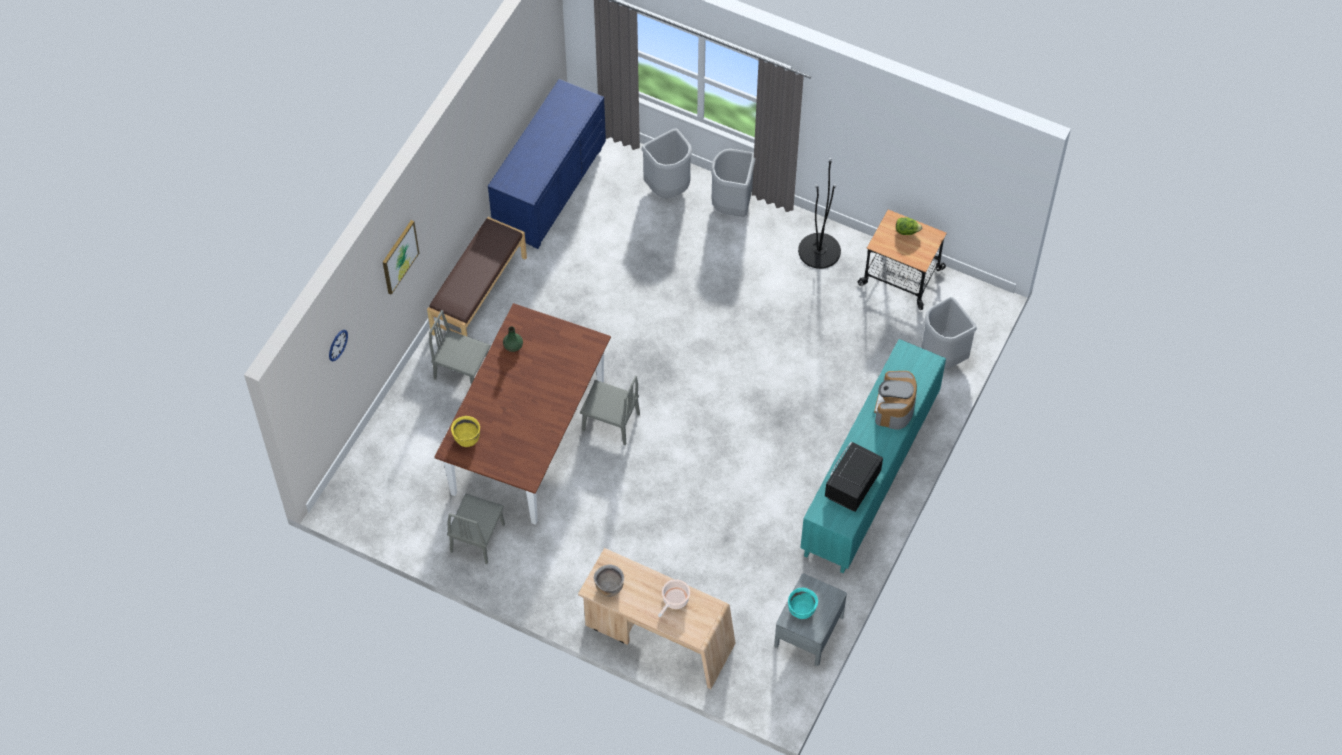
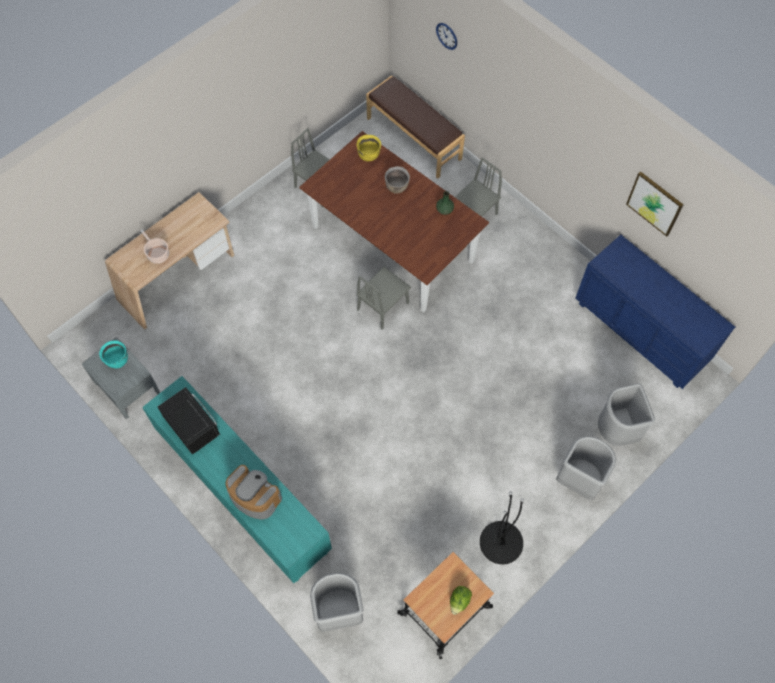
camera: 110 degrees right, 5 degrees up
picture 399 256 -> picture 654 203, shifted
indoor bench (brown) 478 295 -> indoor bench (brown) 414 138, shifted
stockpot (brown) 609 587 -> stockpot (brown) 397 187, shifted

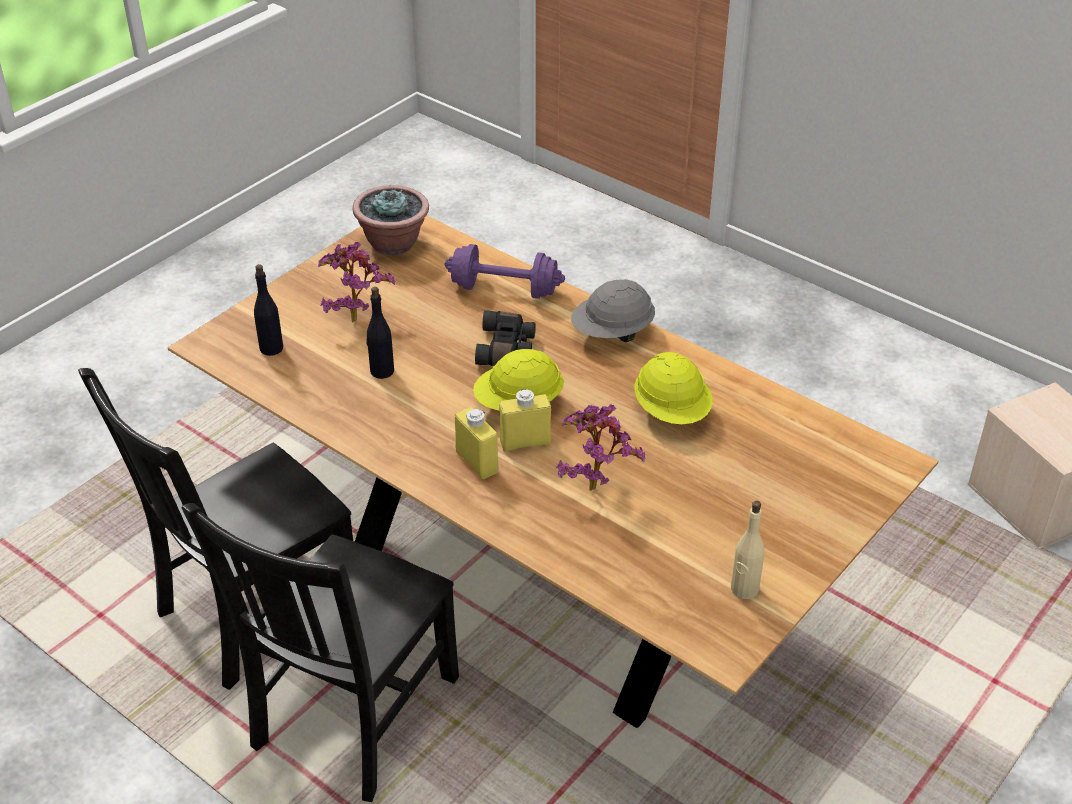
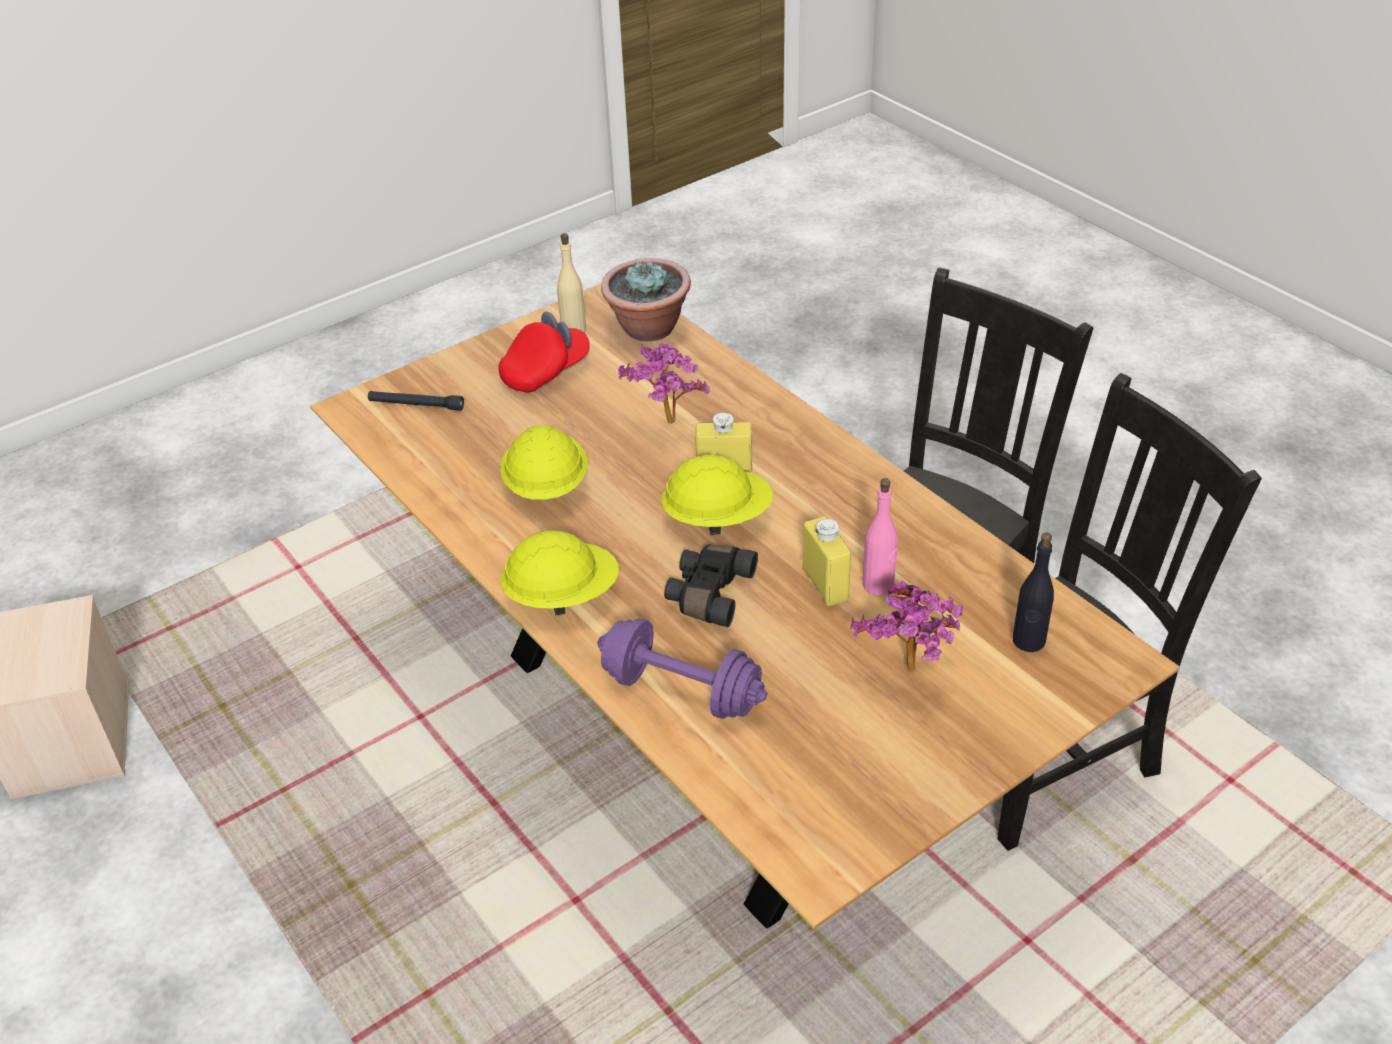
camera: 165 degrees left, 0 degrees up
none -> hand torch (black) 416 405
none -> peaked cap (red) 545 372
houseplant 393 244 -> houseplant 648 329, shifted
drink bottle (yellow-coloured) 477 462 -> drink bottle (yellow-coloured) 825 584, shifted
drink bottle (black) 381 371 -> drink bottle (pink) 878 585
work helmet (grey) 612 333 -> work helmet (yellow-coloured) 562 596

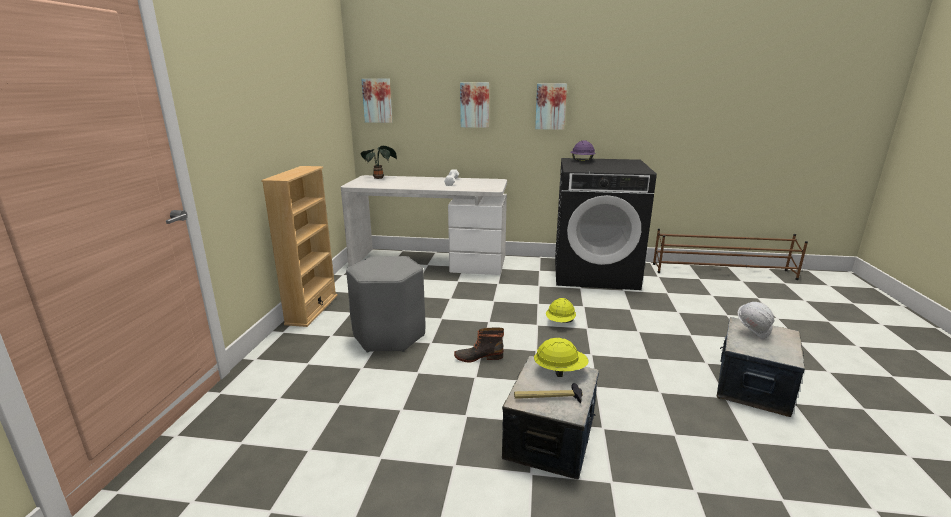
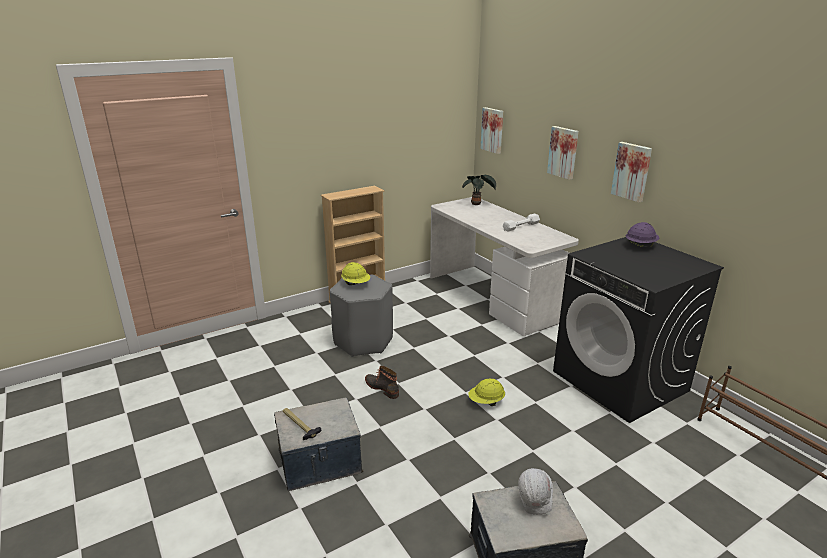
camera: 50 degrees right, 5 degrees up
work helmet (yellow-coloured) 560 371 -> work helmet (yellow-coloured) 356 284, shifted

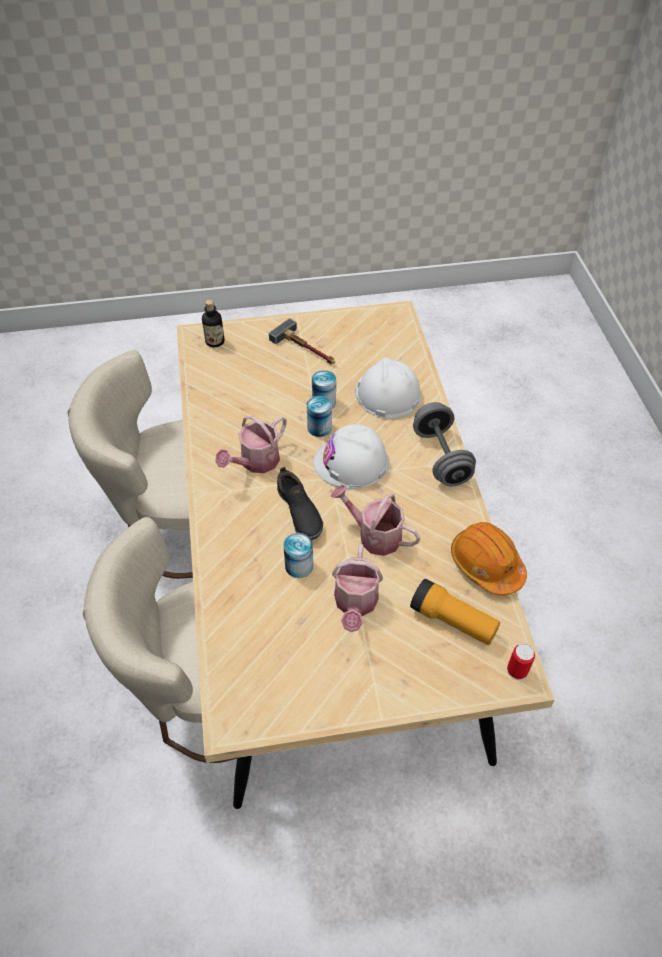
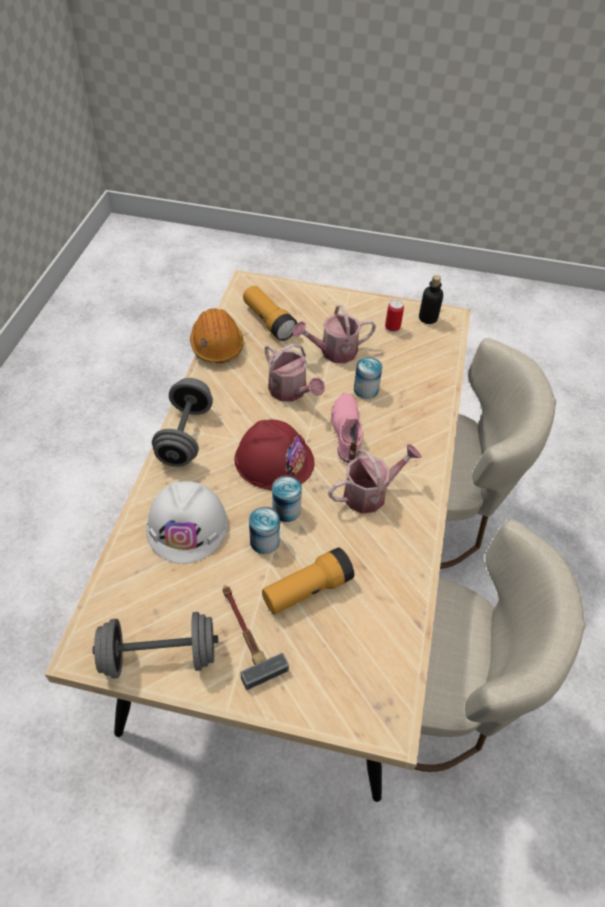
camera: 160 degrees left, 0 degrees up
none -> dumbbell (grey) 159 656
none -> hand torch 307 590
drink bottle 215 341 -> drink bottle 428 318, shifted
metal can 517 670 -> metal can 392 328, shifted
low shoe (black) 299 512 -> low shoe (pink) 347 431
work helmet (whitish) 351 462 -> work helmet (red) 274 460
watering can 355 604 -> watering can 333 352, 135 degrees counterclockwise

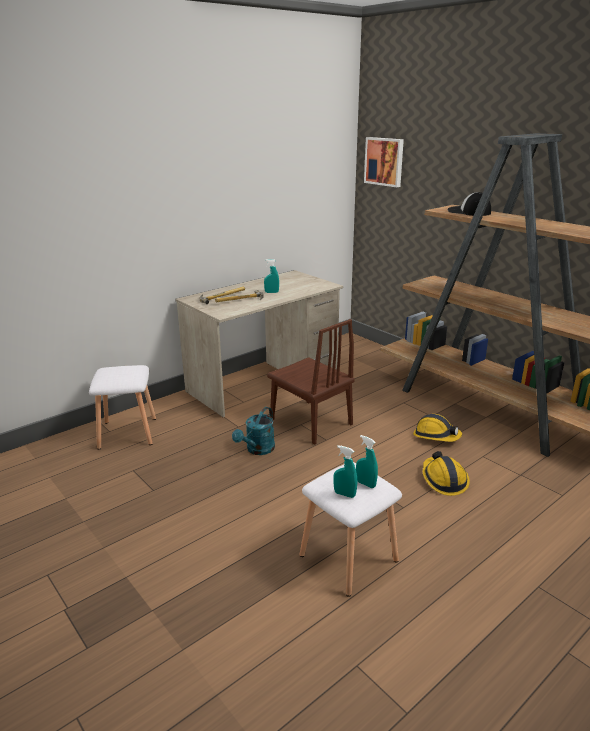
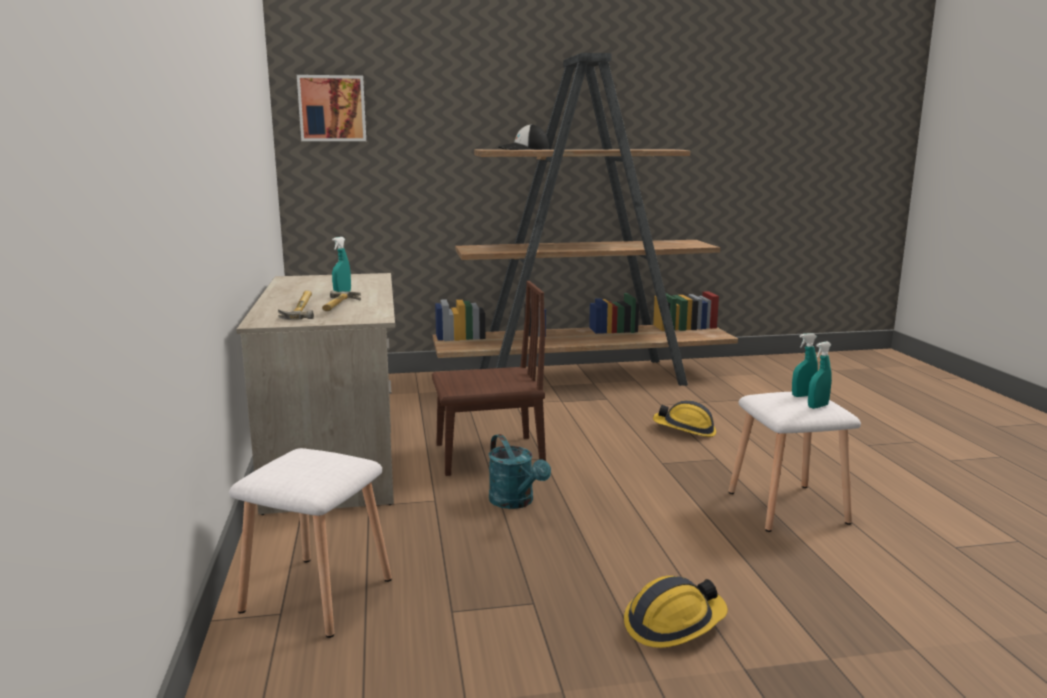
camera: 60 degrees left, 10 degrees down
work helmet 436 436 -> work helmet 673 624, shifted

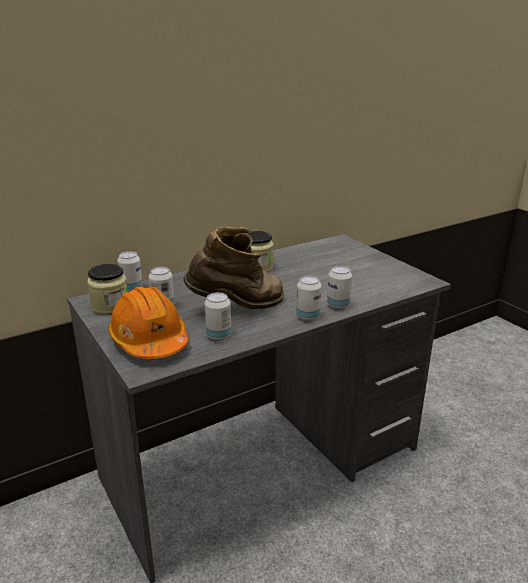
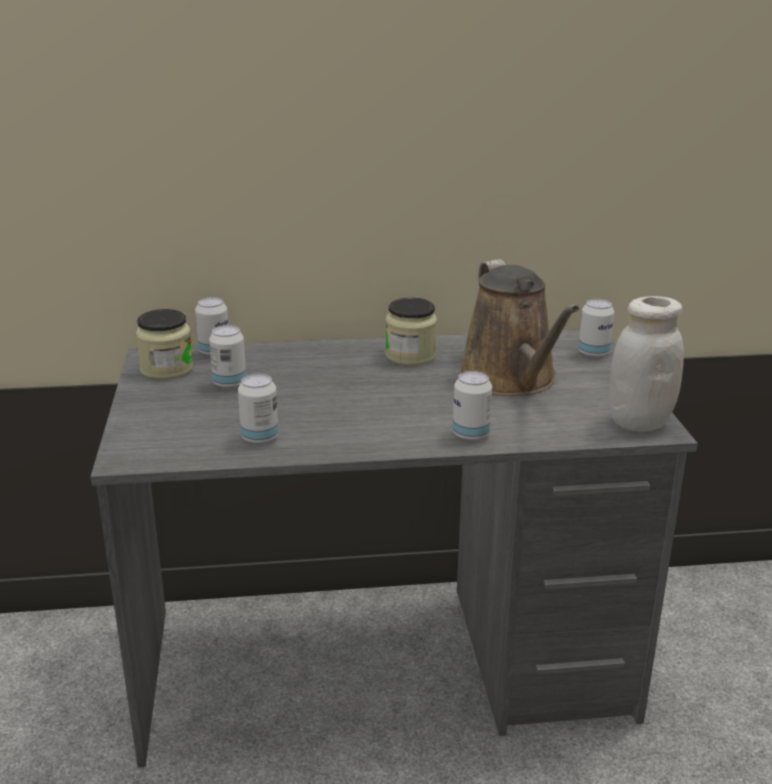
camera: 25 degrees right, 0 degrees up
work helmet (orange) 149 341 -> none
tall boot (brown) 238 308 -> none
none -> watering can (brown) 511 380
none -> storage jar (whitish) 639 422
metal can 308 317 -> metal can 593 353, shifted

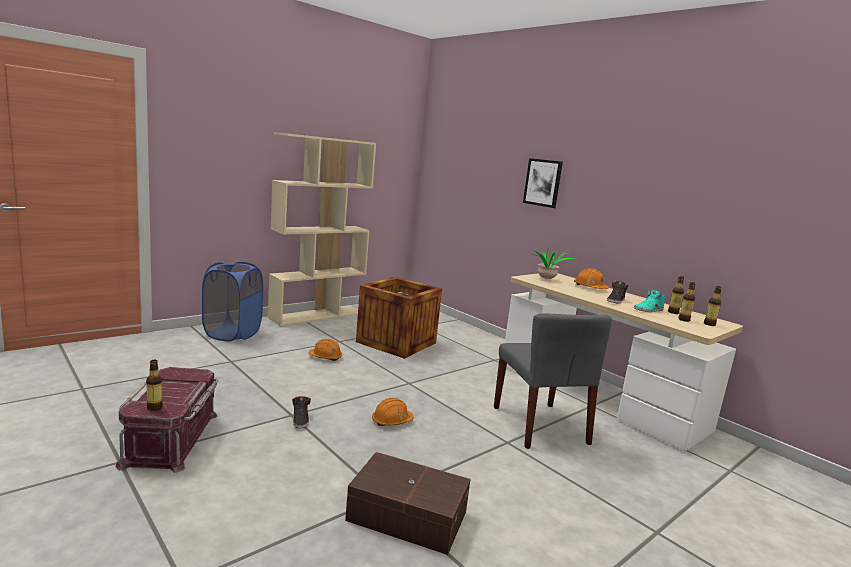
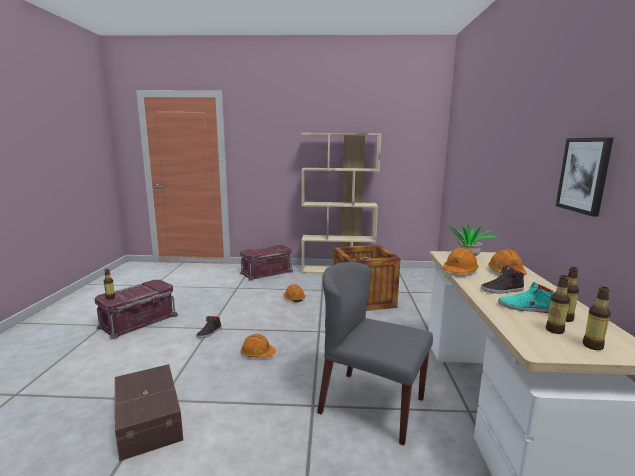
camera: 45 degrees right, 0 degrees up
none -> work helmet (orange) 459 271
picture 543 182 -> picture 584 175, shifted
hamper (blue) 232 333 -> storage bin (red) 266 272
upright chair (grey) 540 425 -> upright chair (grey) 371 405, 90 degrees clockwise

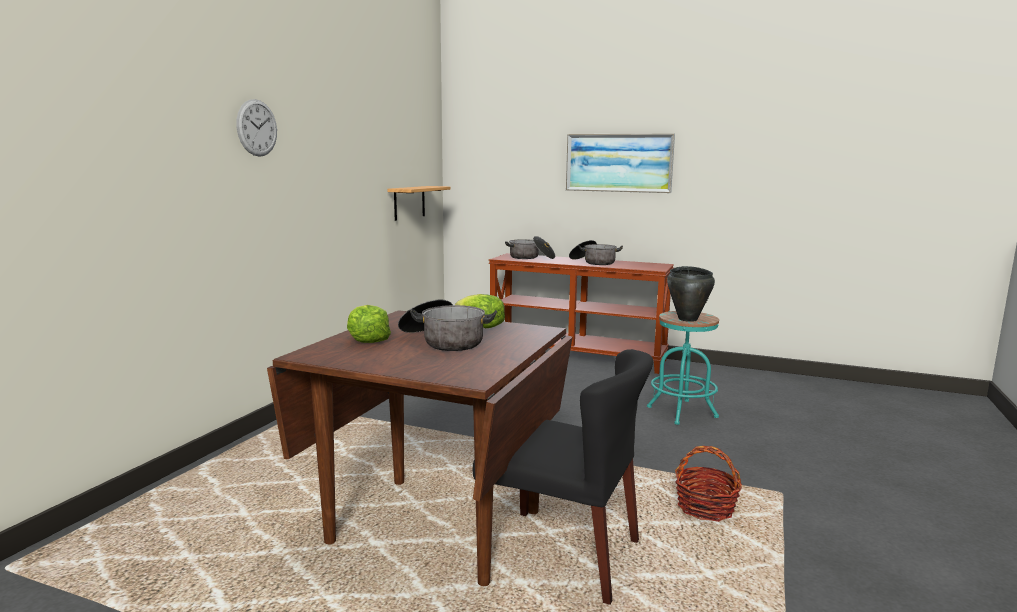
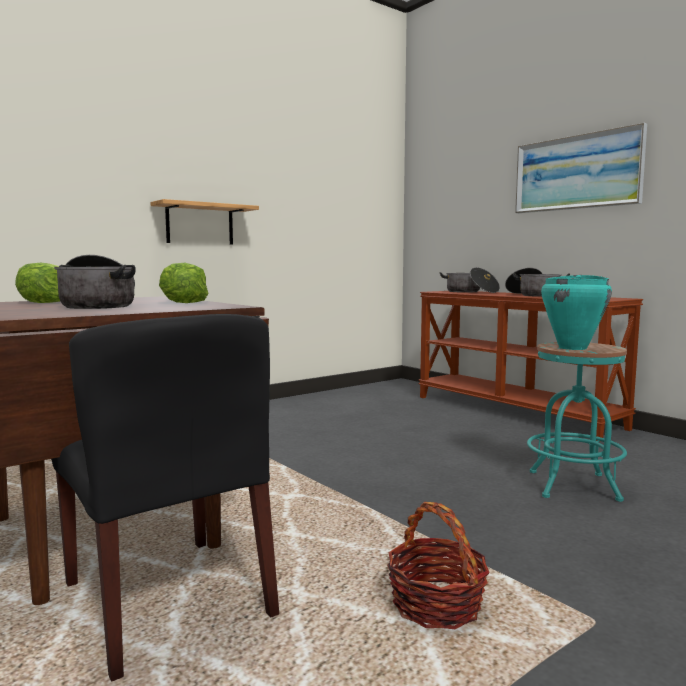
camera: 30 degrees right, 5 degrees down
clock on the wall 257 128 -> none
shelf 409 202 -> shelf 200 224, shifted
stockpot (black) 688 319 -> stockpot (blue-green) 573 348

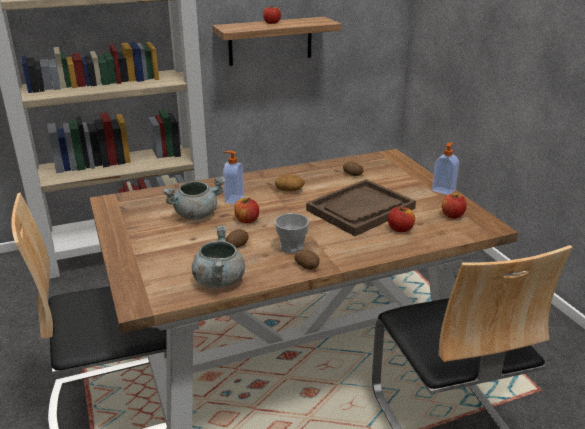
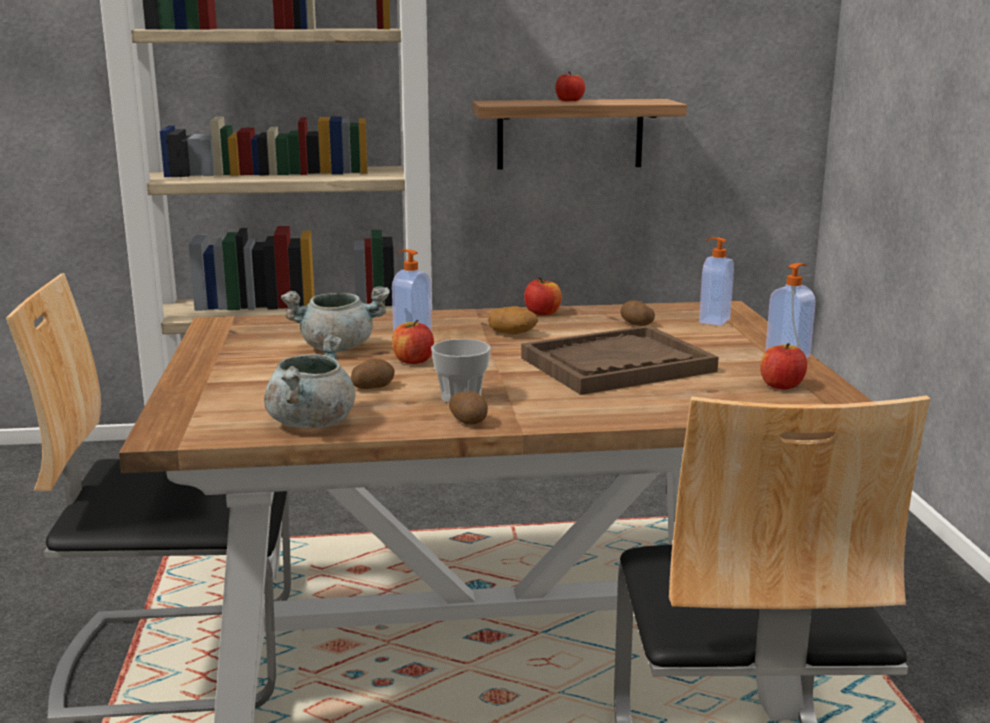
camera: 15 degrees right, 10 degrees down
none -> liquid soap bottle 713 321
apple 400 229 -> apple 542 313, shifted

